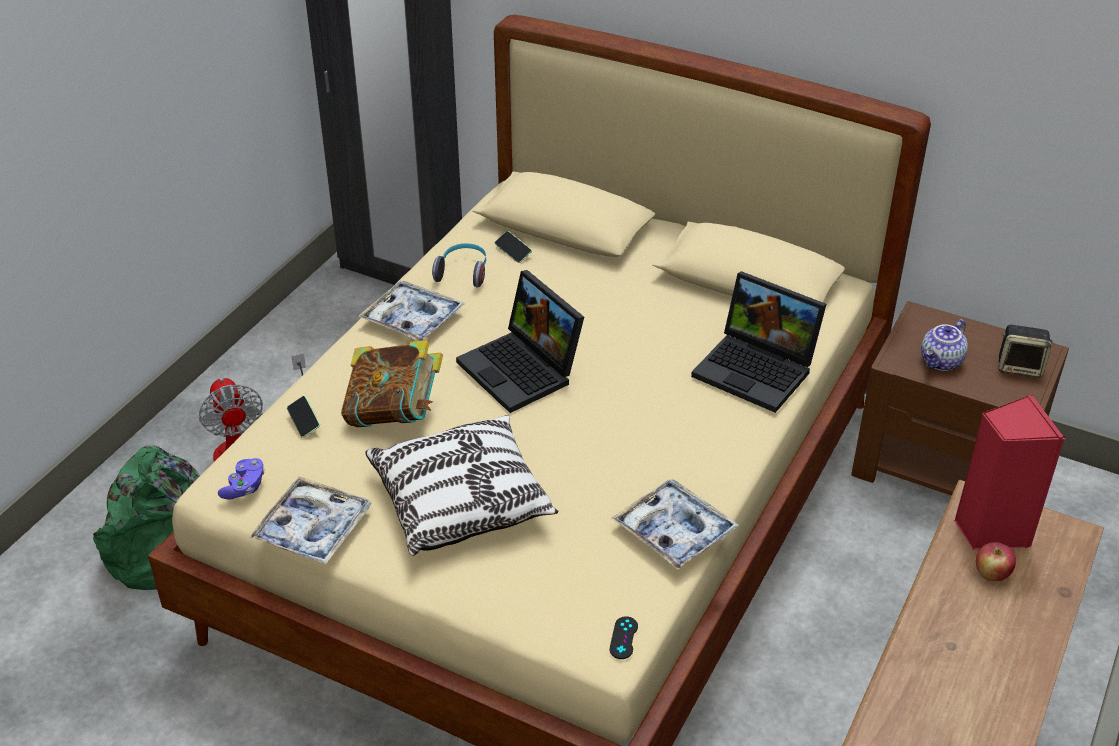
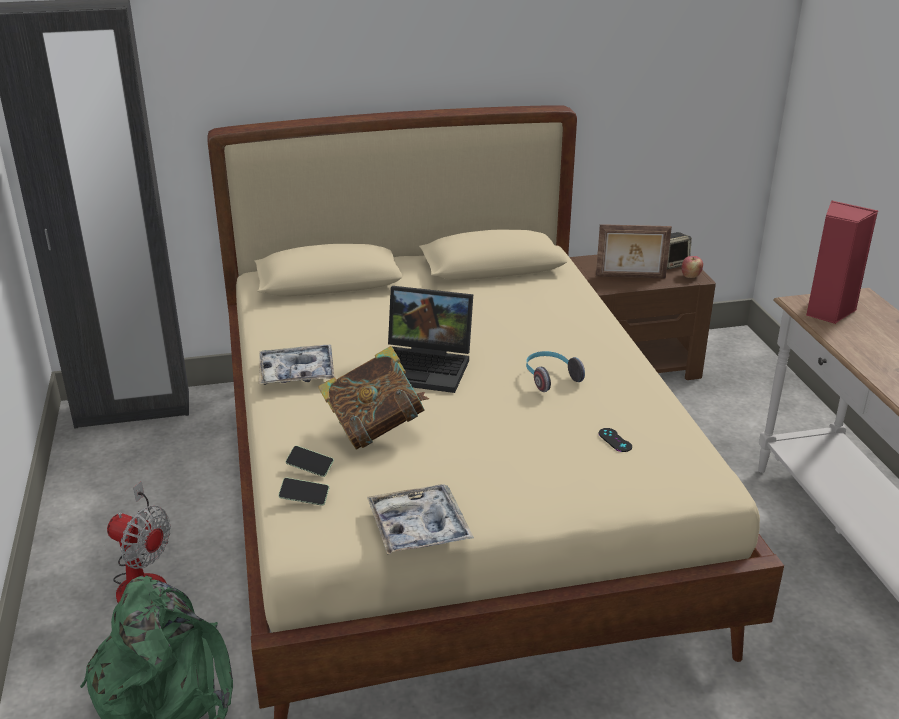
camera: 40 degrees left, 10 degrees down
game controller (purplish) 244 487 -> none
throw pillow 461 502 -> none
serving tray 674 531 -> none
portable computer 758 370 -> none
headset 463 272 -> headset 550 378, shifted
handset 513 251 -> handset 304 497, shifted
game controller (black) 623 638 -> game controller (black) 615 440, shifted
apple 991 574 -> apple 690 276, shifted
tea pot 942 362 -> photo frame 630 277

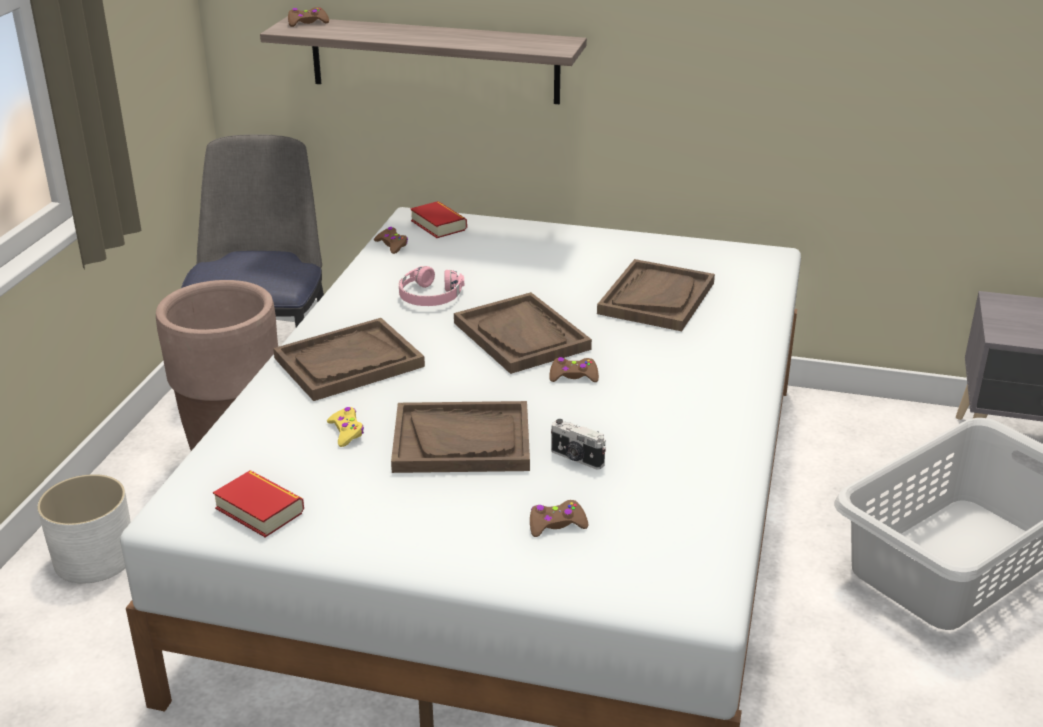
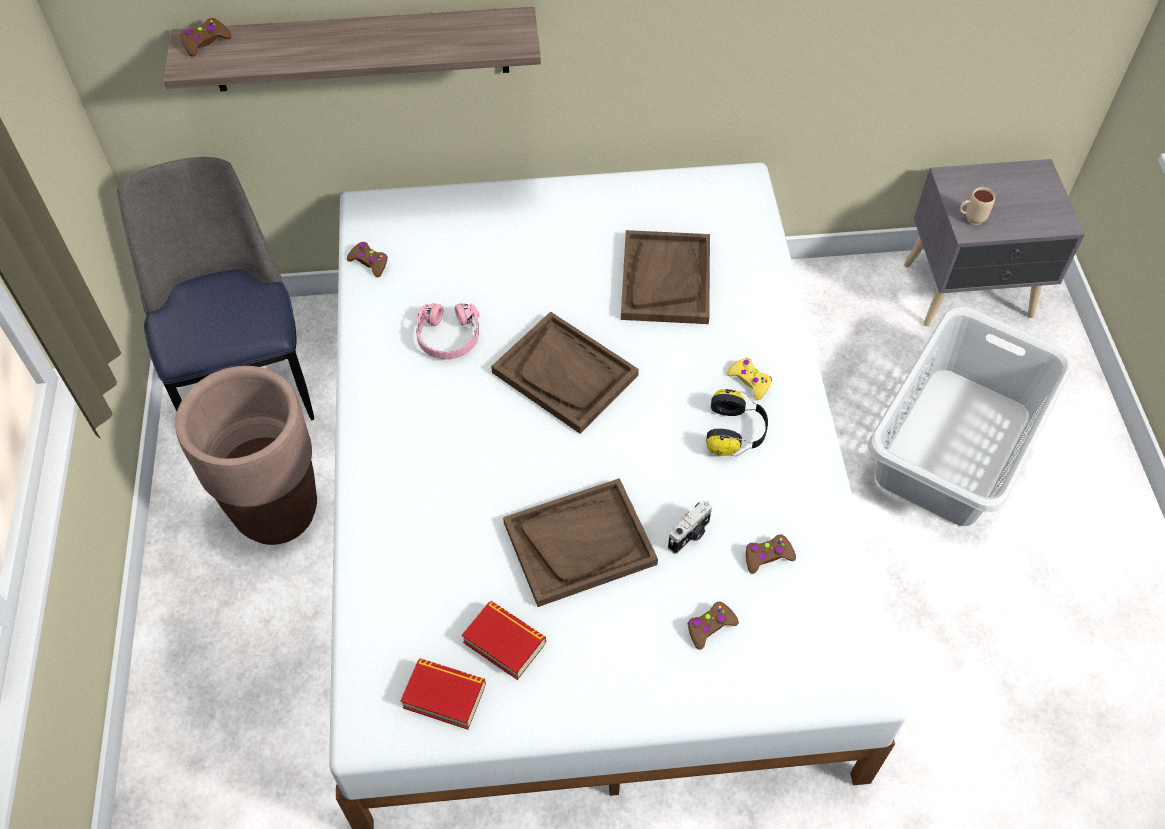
camera: 20 degrees left, 25 degrees up
flower pot (whitish) 95 557 -> none
serving tray (brown) 349 363 -> none
none -> headset 736 432
none -> tea mug (beige) 970 219
game controller (yellow-coloured) 346 432 -> game controller (yellow-coloured) 749 381, shifted
book 438 225 -> book 504 643, shifted
game controller (brown) 573 376 -> game controller (brown) 767 556, shifted
still camera 576 459 -> still camera 690 535, 60 degrees counterclockwise

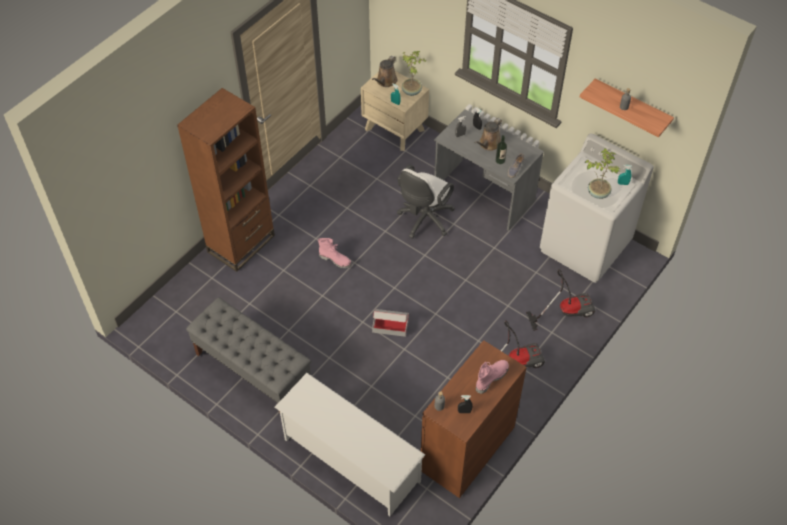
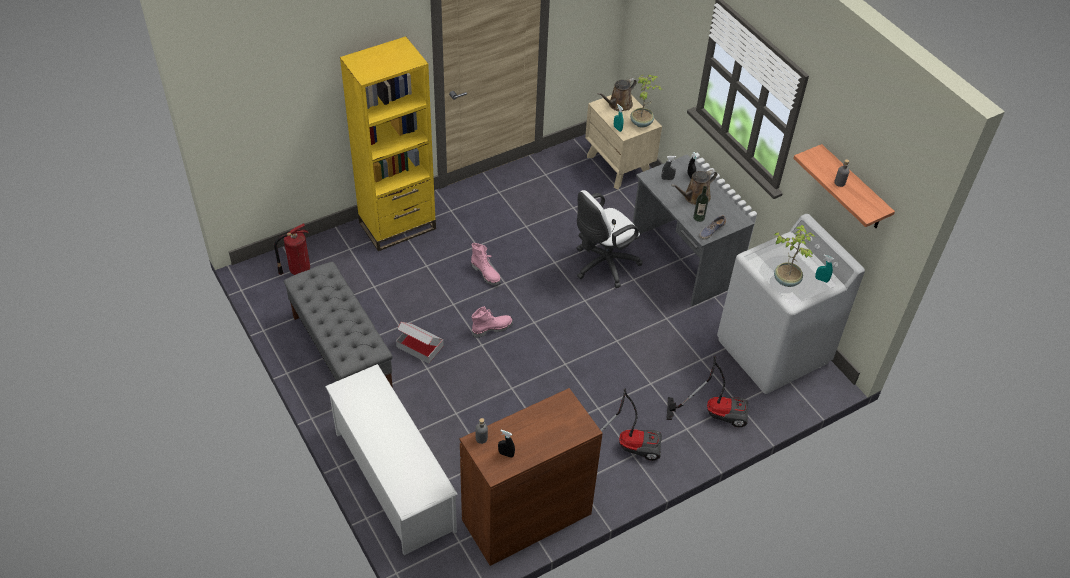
camera: 20 degrees right, 5 degrees down
none -> extinguisher 298 270
packing box 390 325 -> packing box 420 346, shifted
tall boot (pink) 491 378 -> tall boot (pink) 492 328, shifted
bookcase (brown) 241 244 -> bookcase (yellow-coloured) 397 226

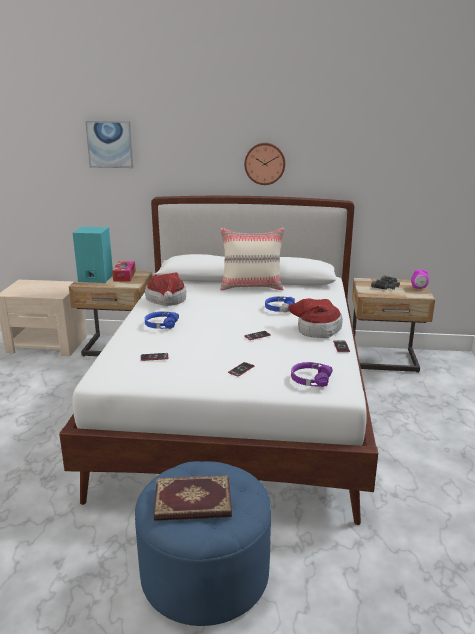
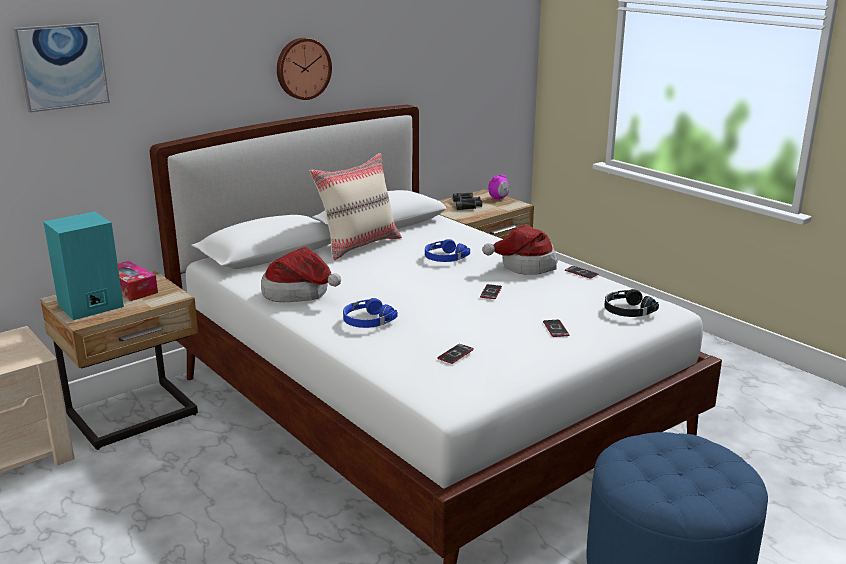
camera: 45 degrees left, 0 degrees up
book 193 502 -> none
headset (purplish) 310 379 -> headset (black) 627 311

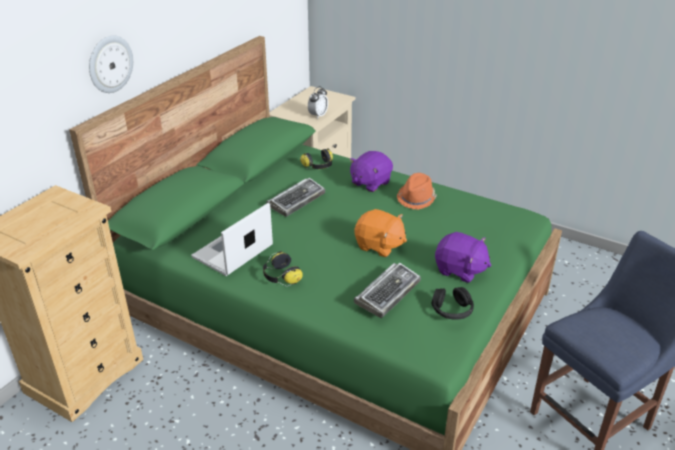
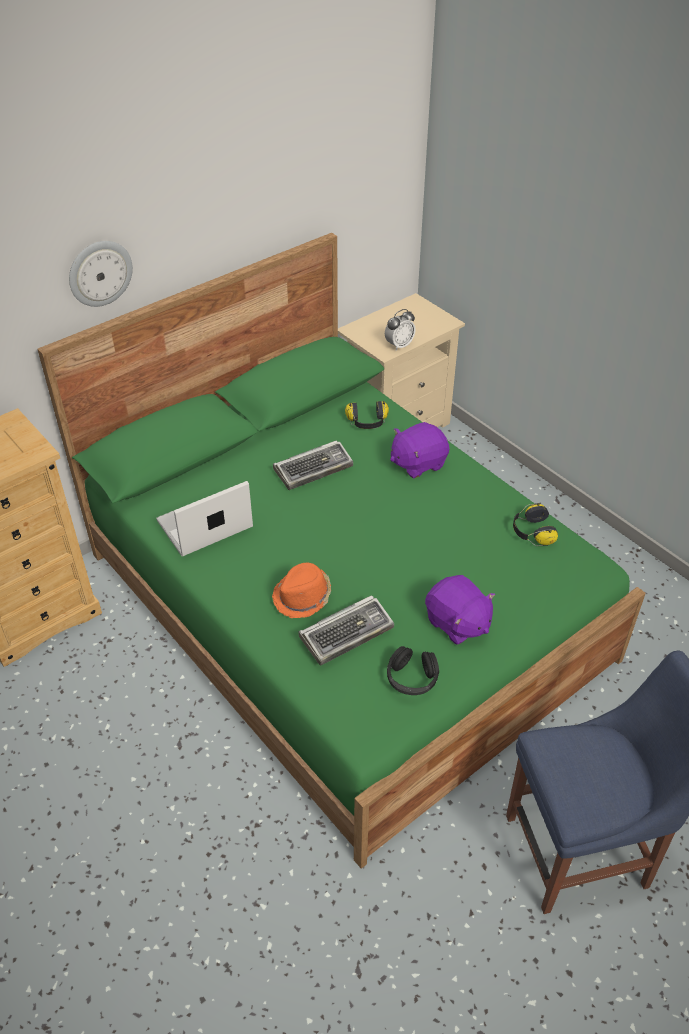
camera: 20 degrees right, 10 degrees up
cuddly toy (orange) 379 246 -> none
headset 280 277 -> headset 532 532, shifted
wearable hat (orange) 416 198 -> wearable hat (orange) 303 597, shifted

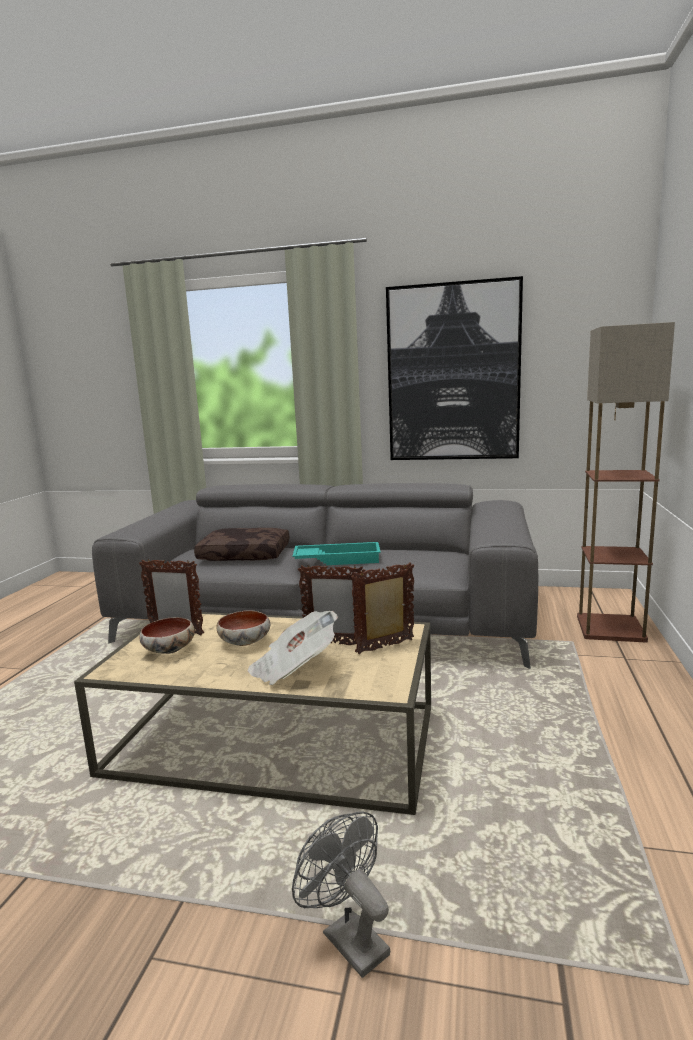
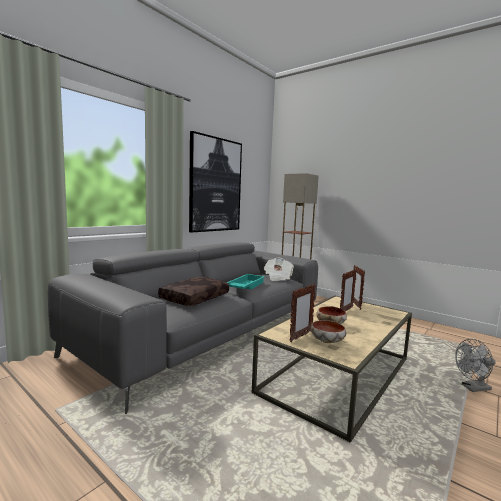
camera: 65 degrees left, 5 degrees down
daily paper 294 669 -> daily paper 278 277, shifted

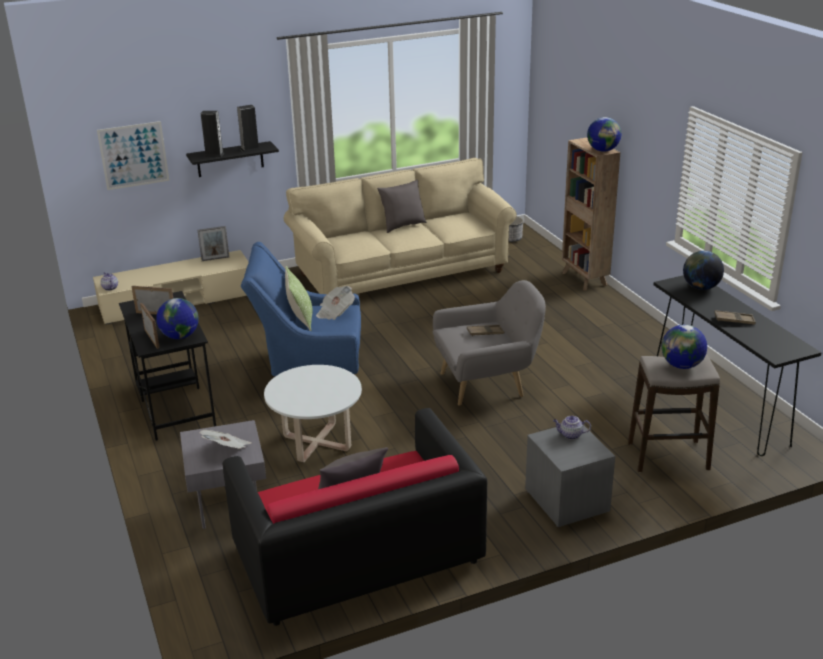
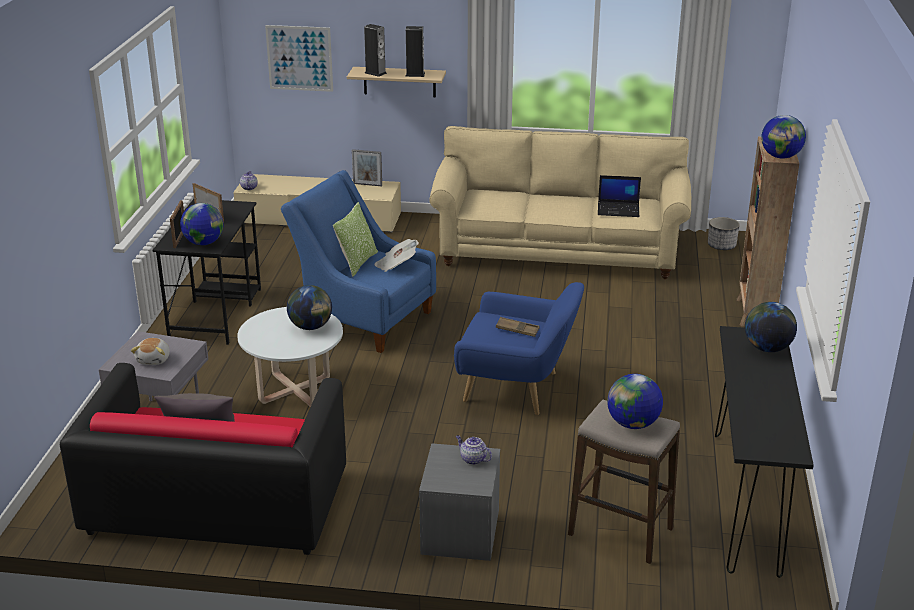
camera: 30 degrees right, 0 degrees up
throw pillow (grey) 402 226 -> none
serving tray (brown) 734 320 -> none
none -> world globe 311 327
none -> portable computer 619 210
daily paper 227 450 -> cuddly toy 154 359
shelf (black) 230 159 -> shelf (beige) 399 82
easy chair (grey) 487 383 -> easy chair (blue) 517 389

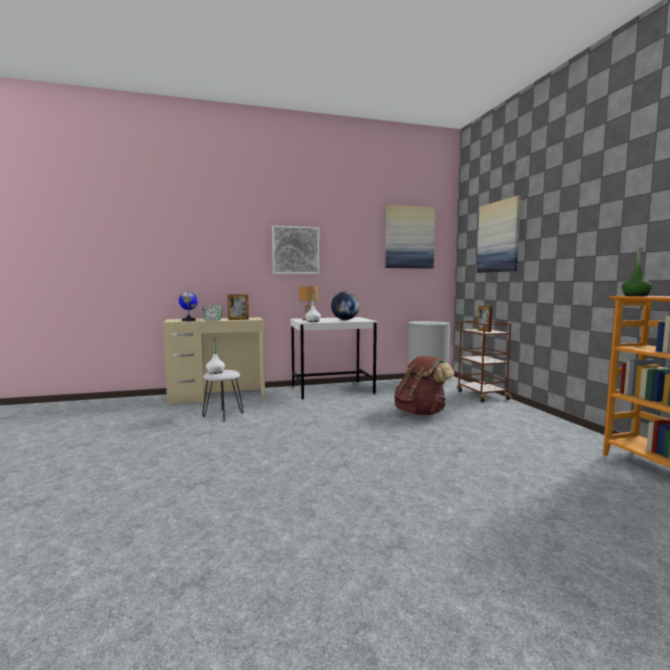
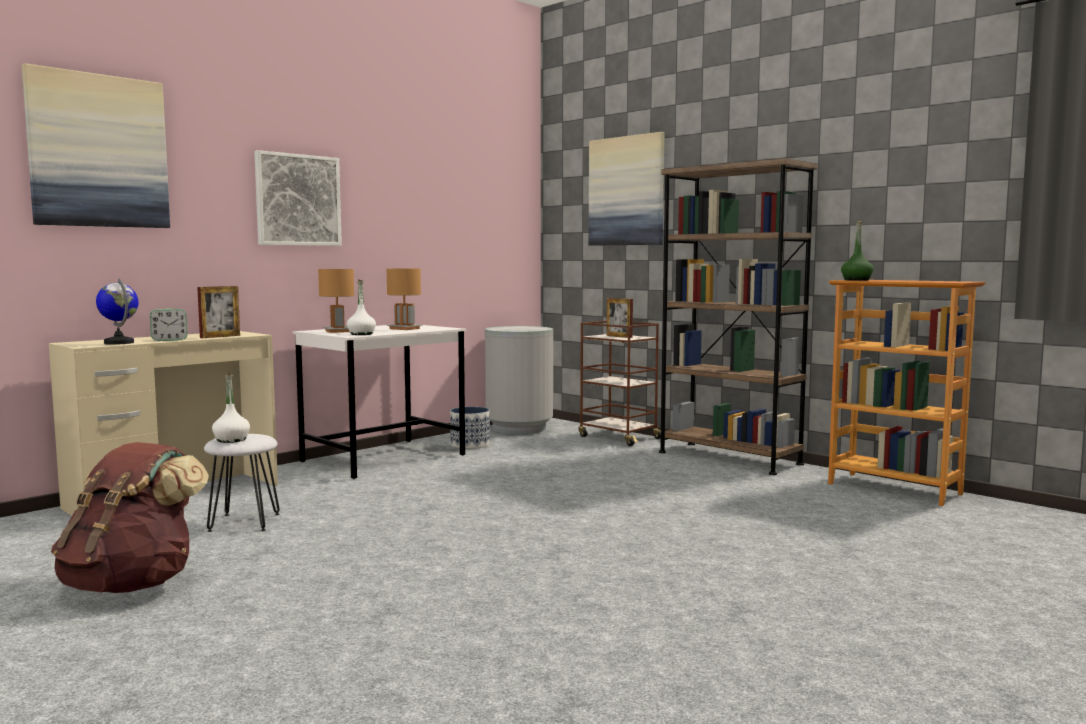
camera: 30 degrees left, 0 degrees up
none -> flower pot 470 444
none -> bookcase (brown) 729 458
picture 409 237 -> picture 98 151, shifted
backpack (brown) 420 413 -> backpack (brown) 132 584, shifted
world globe 345 319 -> lamp for a table (brown) 404 329

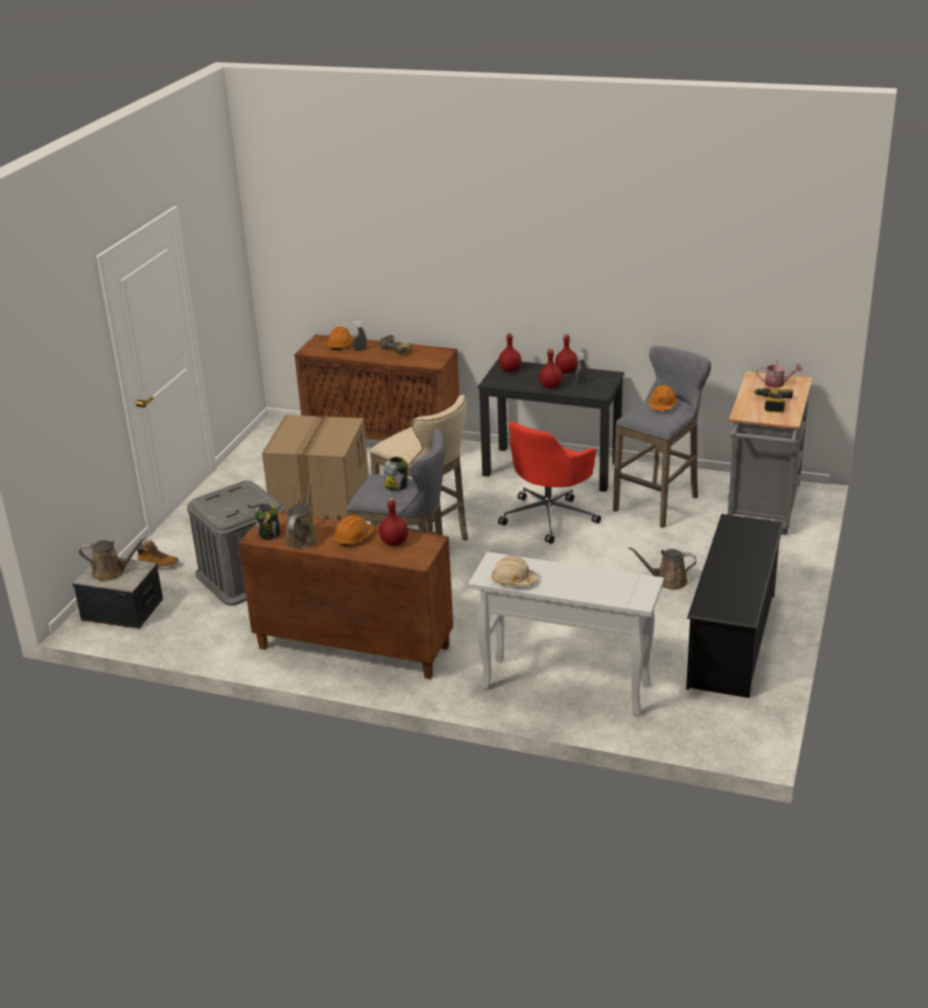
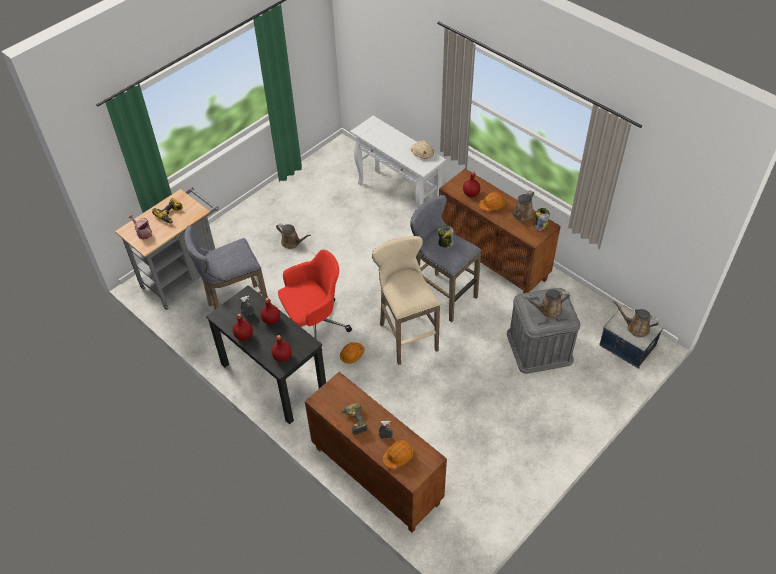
camera: 155 degrees left, 20 degrees up
tall boot 158 565 -> none
packing box 320 505 -> none
shoe shelf (black) 732 639 -> none
none -> watering can (brown) 548 310
work helmet (orange) 662 405 -> work helmet (orange) 352 355, shifted

